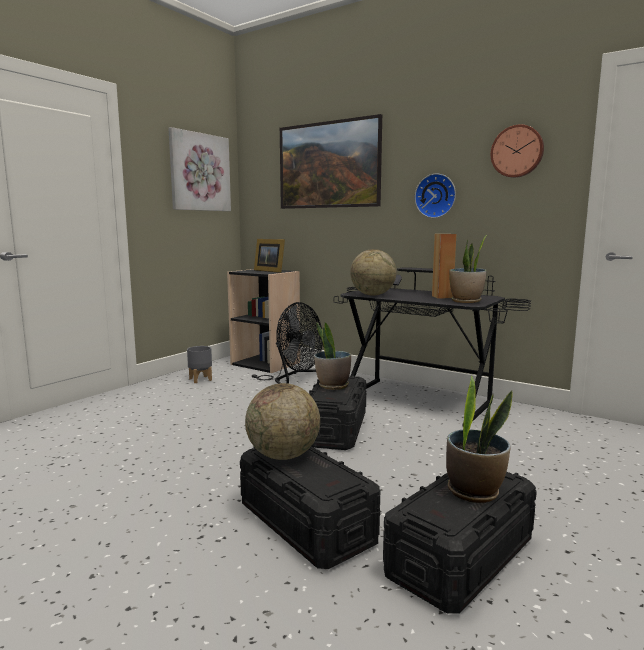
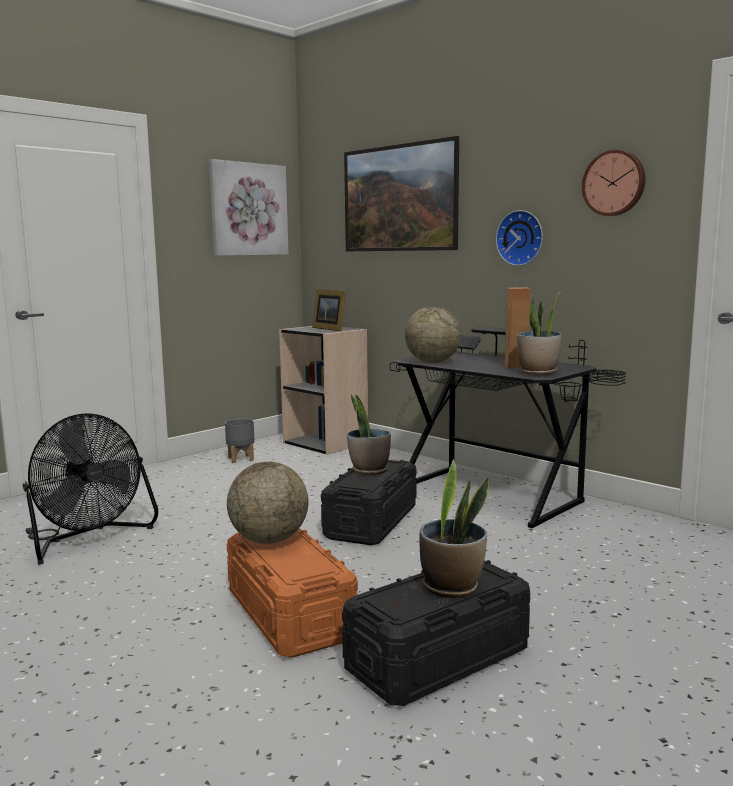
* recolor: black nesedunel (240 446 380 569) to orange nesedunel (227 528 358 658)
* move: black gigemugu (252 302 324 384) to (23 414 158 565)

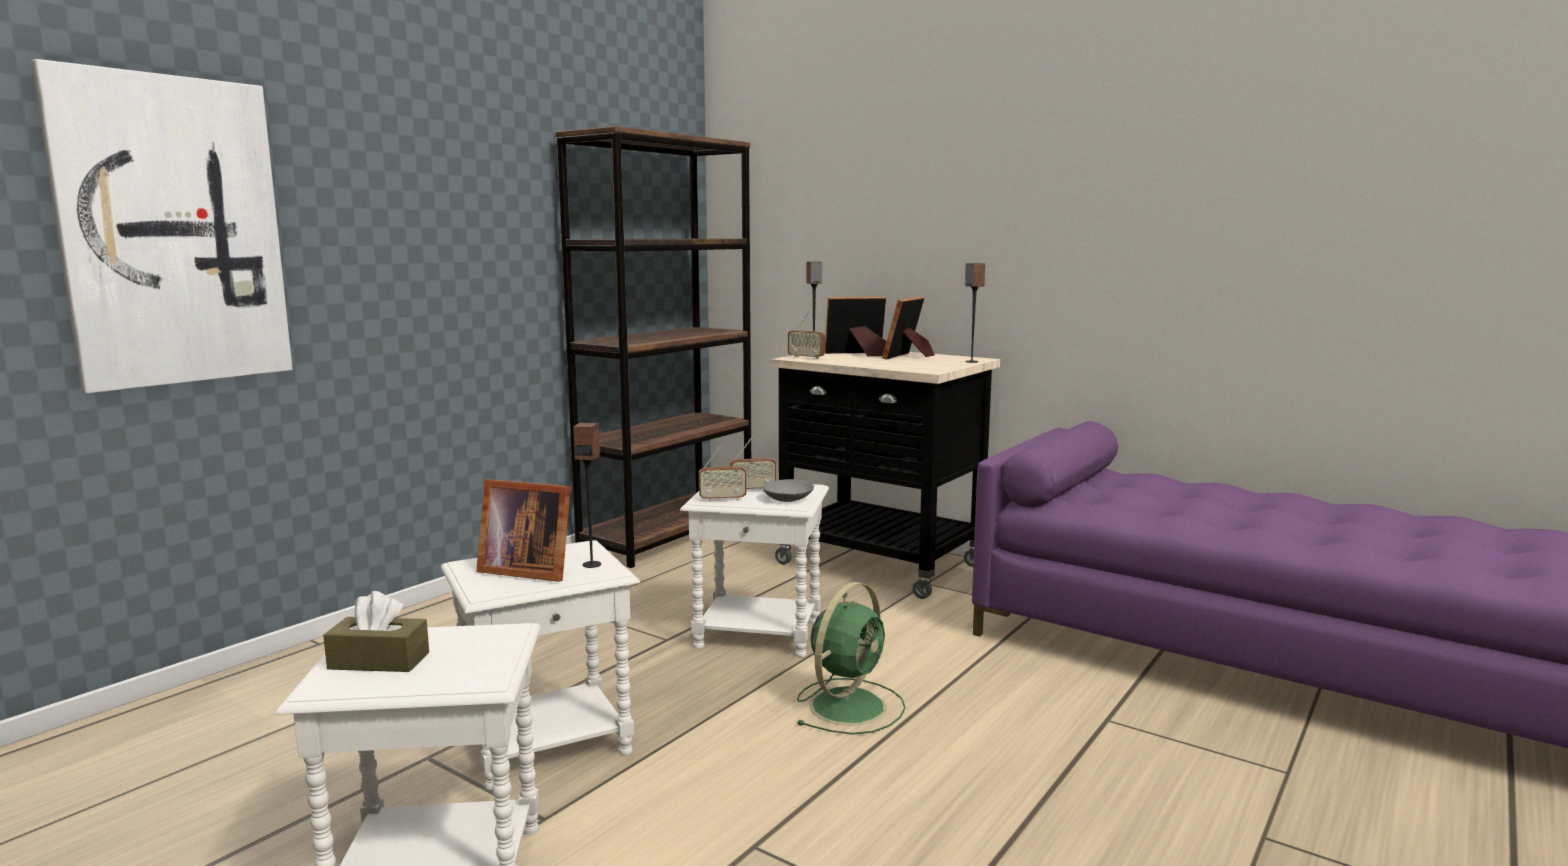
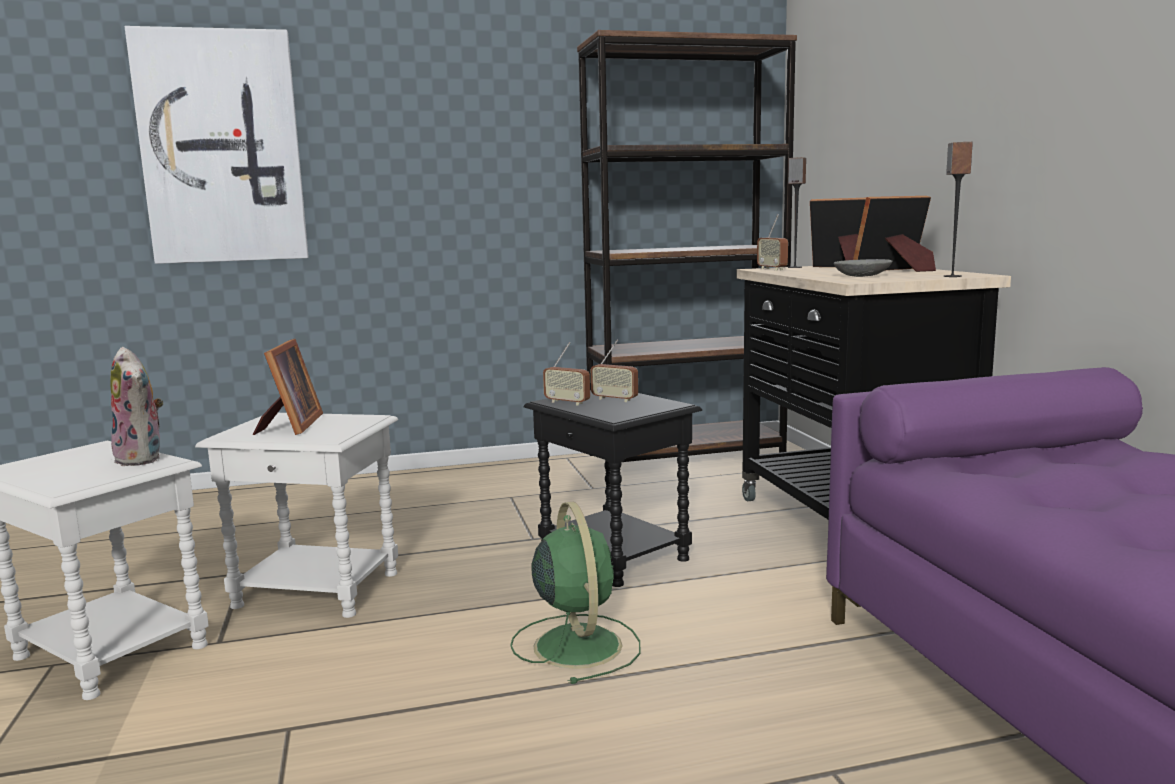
* delete: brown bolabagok (323 591 429 672)
* rotate: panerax (476 479 571 582) = (253 339 323 435) 150 degrees counterclockwise
* delete: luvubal (573 423 601 568)
* recolor: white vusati (680 484 829 657) to black vusati (524 390 702 587)
* move: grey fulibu (763 479 814 502) to (834 259 893 277)
* rotate: green gigemugu (796 582 906 735) = (510 502 640 684) 90 degrees counterclockwise
* insert: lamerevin (110 347 163 466)

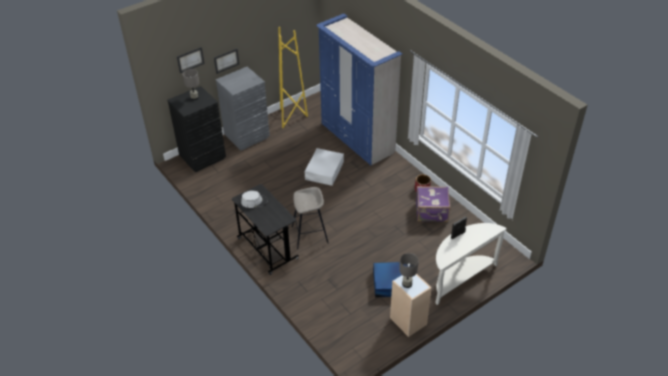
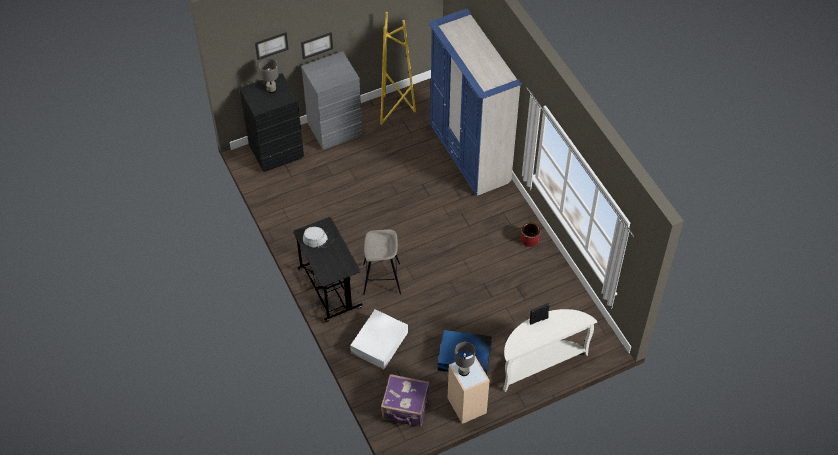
* move: white nesedunel (305 148 344 186) to (350 309 408 369)
* move: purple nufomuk (416 186 451 222) to (381 374 430 427)

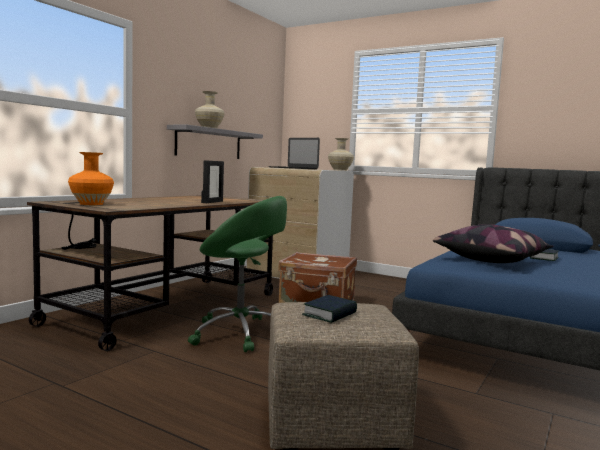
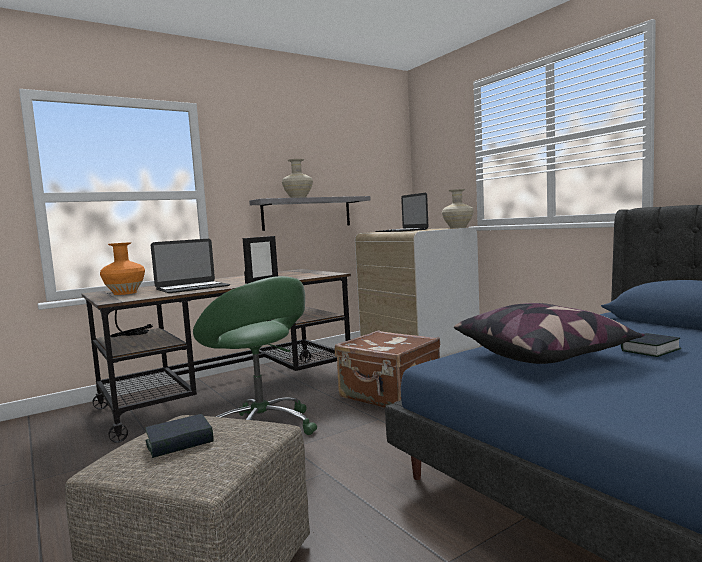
* insert: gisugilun (151 239 230 293)

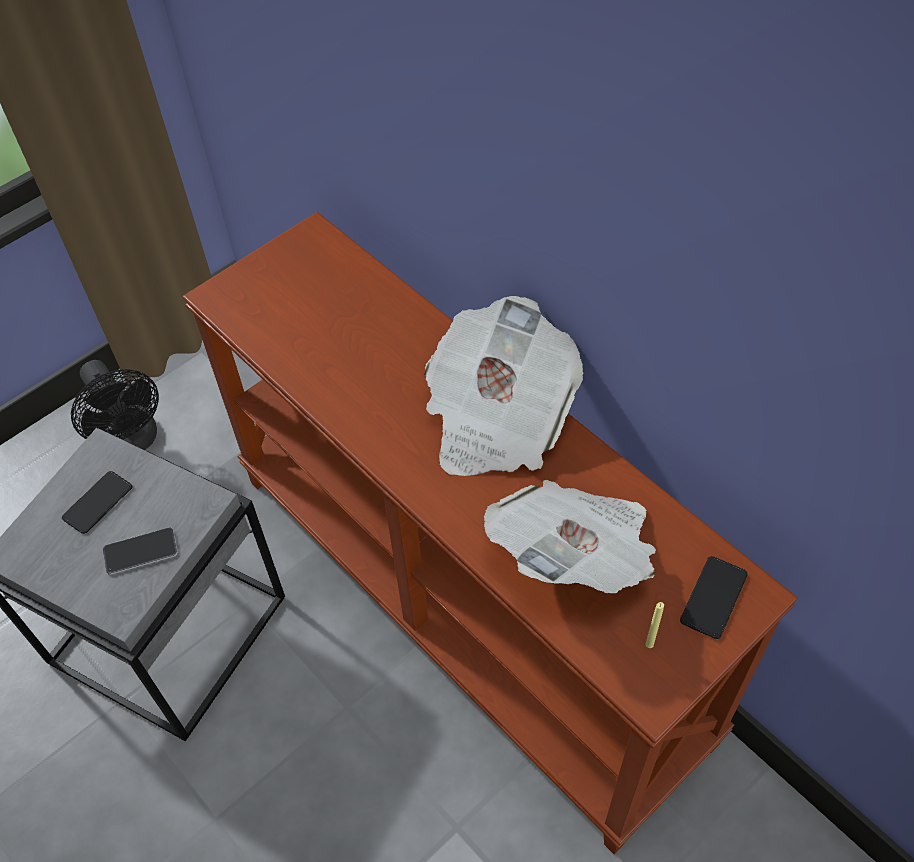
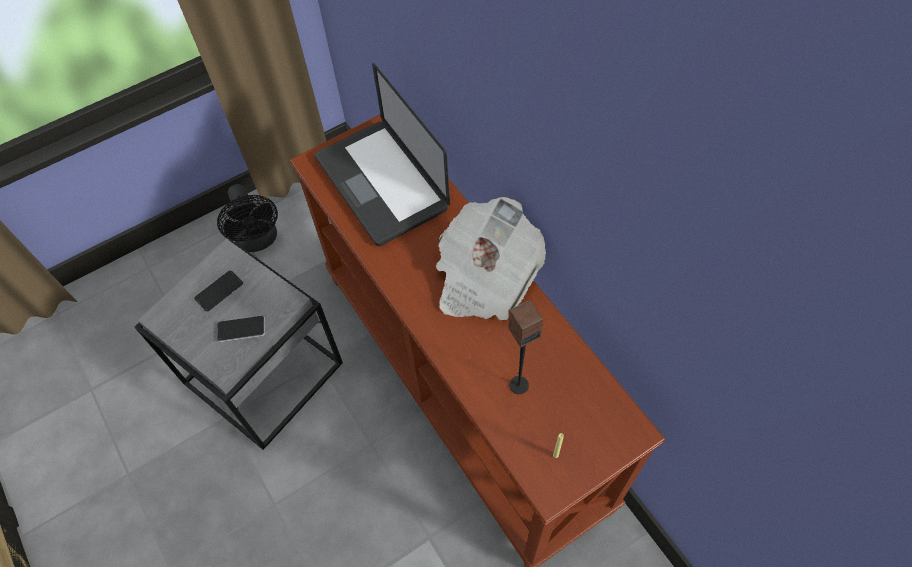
* replace: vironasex (484 480 656 593) to luvubal (509 300 543 394)
* delete: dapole (680 556 748 639)
* insert: gisugilun (315 63 450 246)

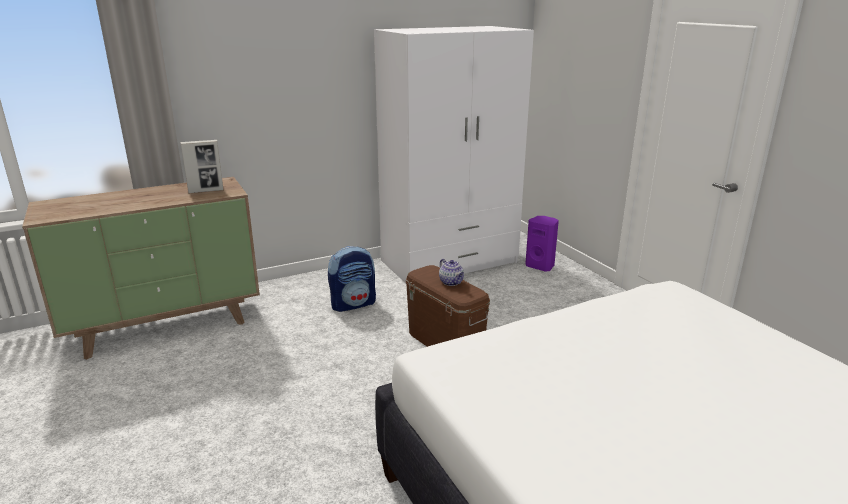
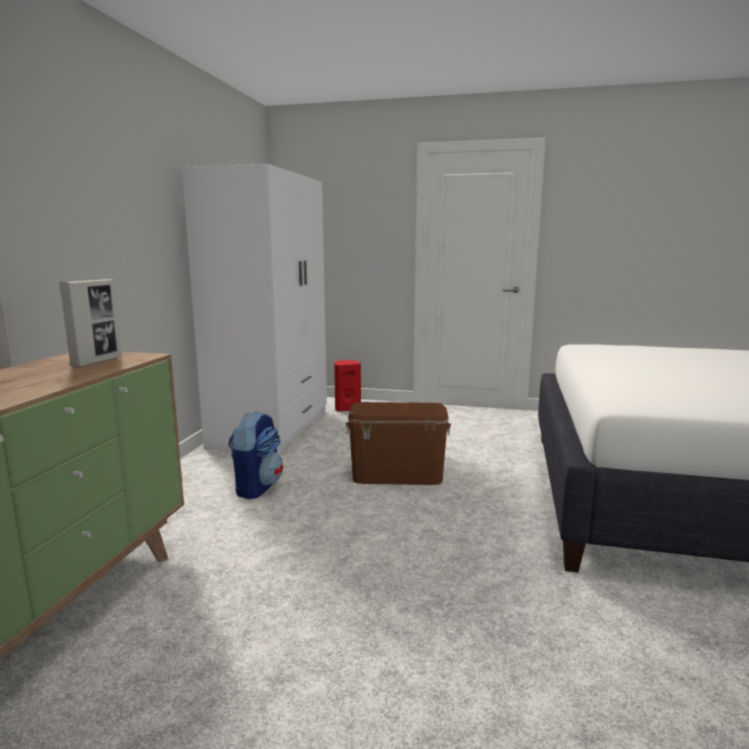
* delete: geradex (439 259 464 286)
* recolor: purple luvubal (525 216 559 272) to red luvubal (334 360 361 412)

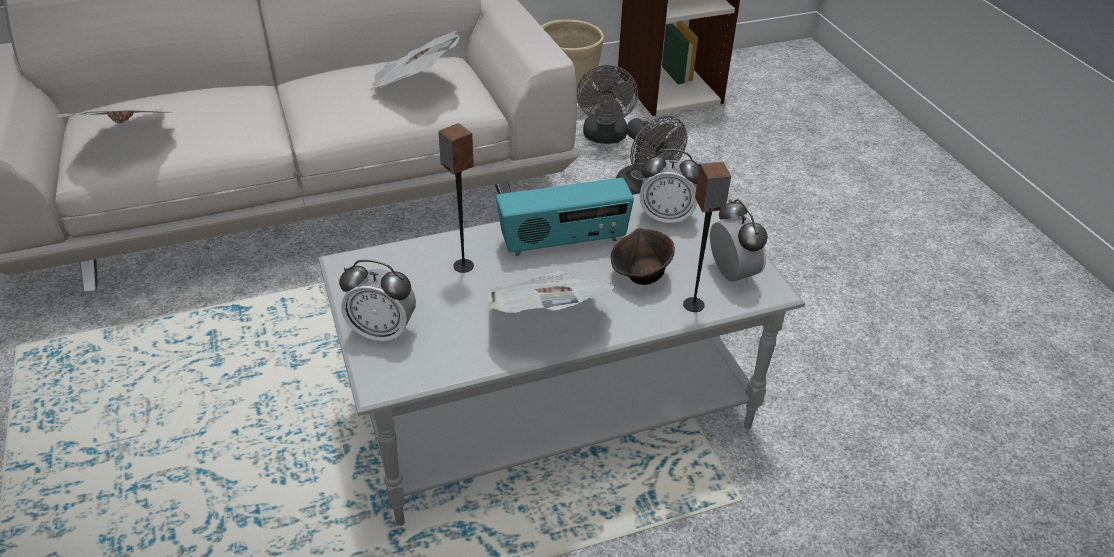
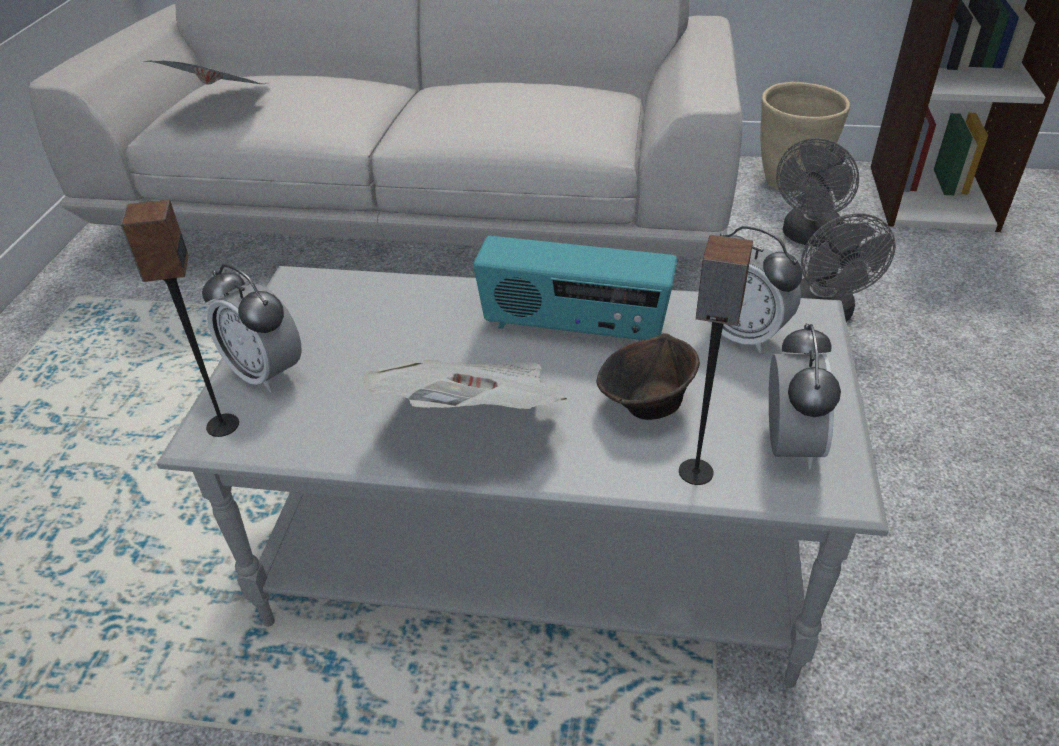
* delete: vironasex (370 31 460 91)
* move: luvubal (438 123 474 273) to (121 199 239 437)

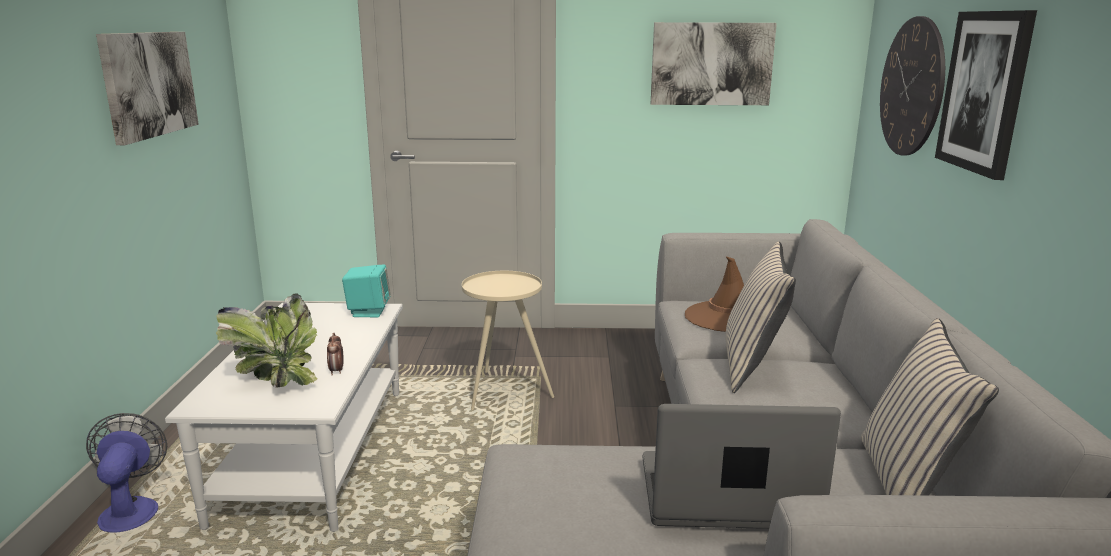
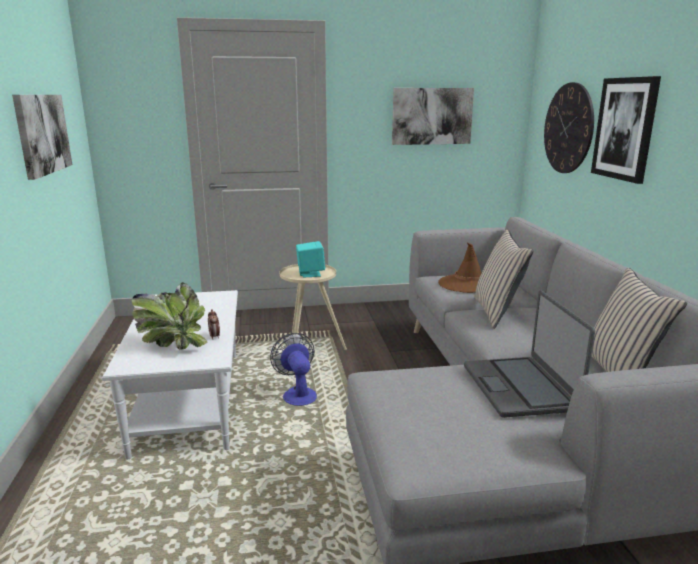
* move: gigemugu (86 413 167 533) to (270 333 317 406)
* move: turquoise luvubal (342 264 391 317) to (296 241 326 277)
* rotate: gisugilun (643 404 841 529) = (464 290 595 418) 90 degrees counterclockwise

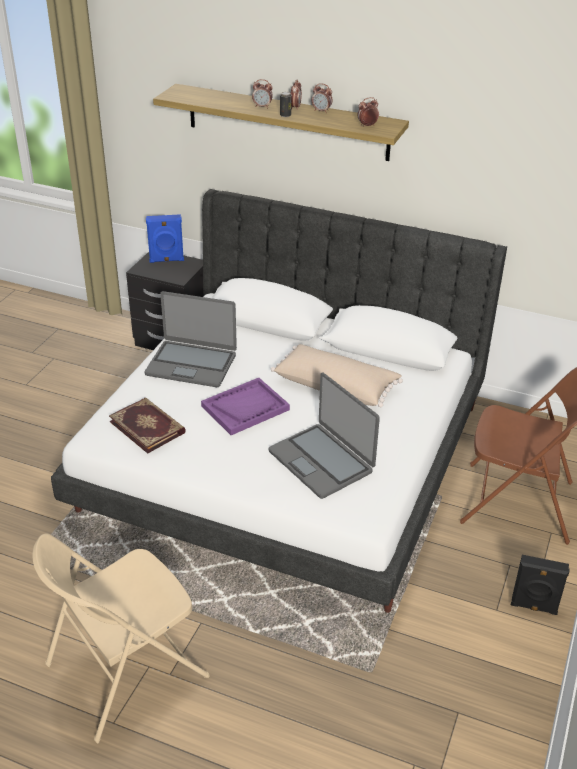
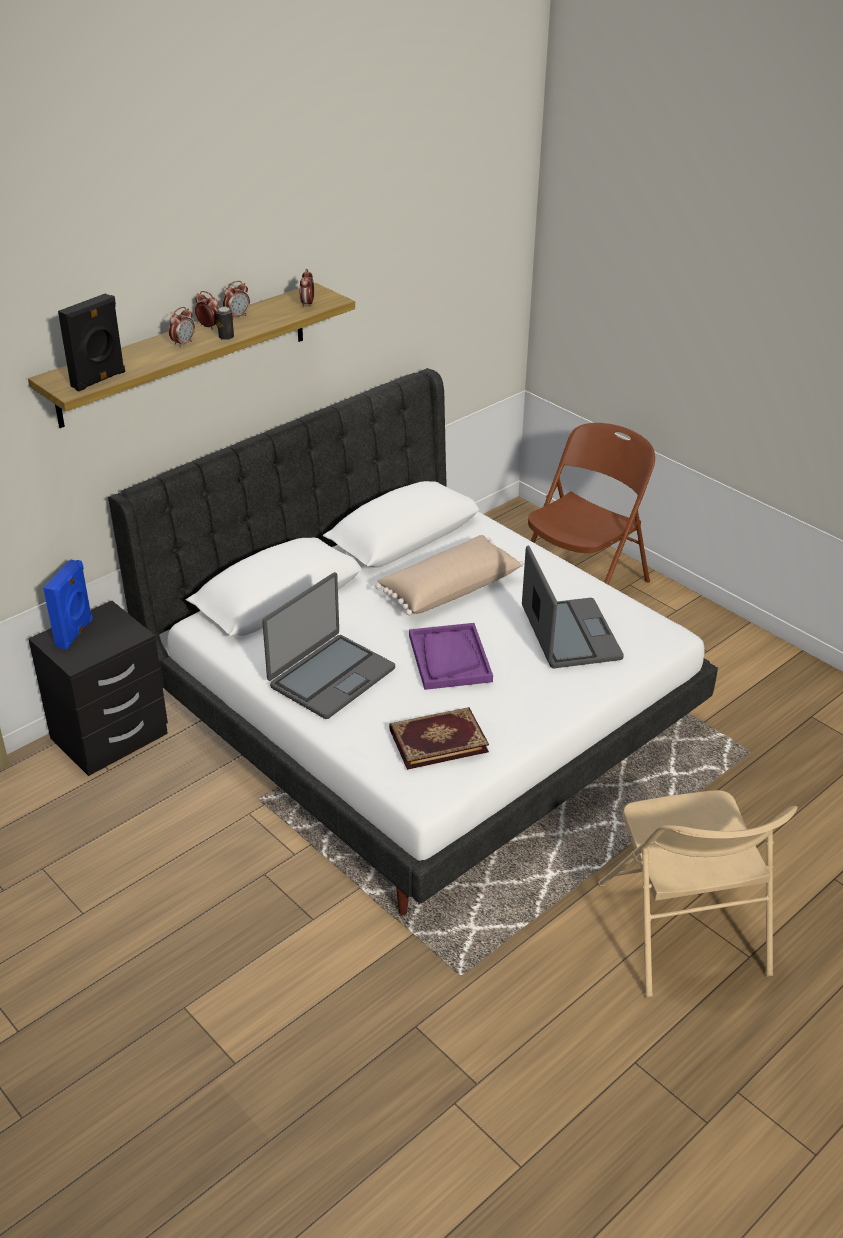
* rotate: gisugilun (269 373 380 499) = (522 545 624 668) 90 degrees counterclockwise
* move: black luvubal (511 555 569 615) to (58 293 125 391)

